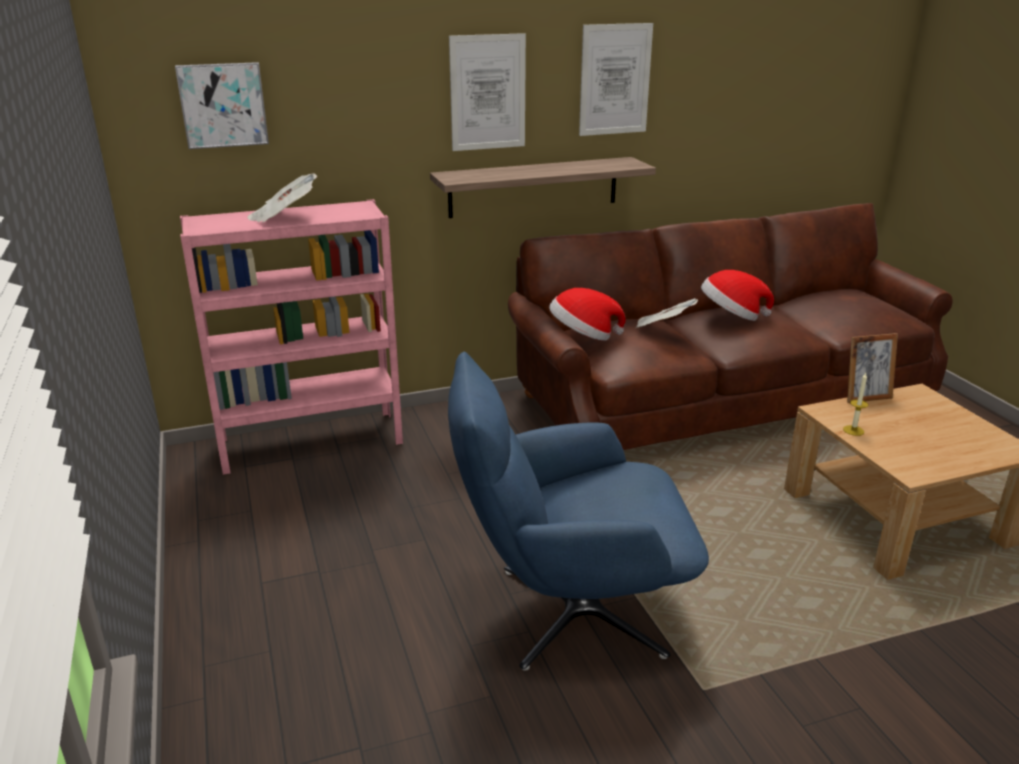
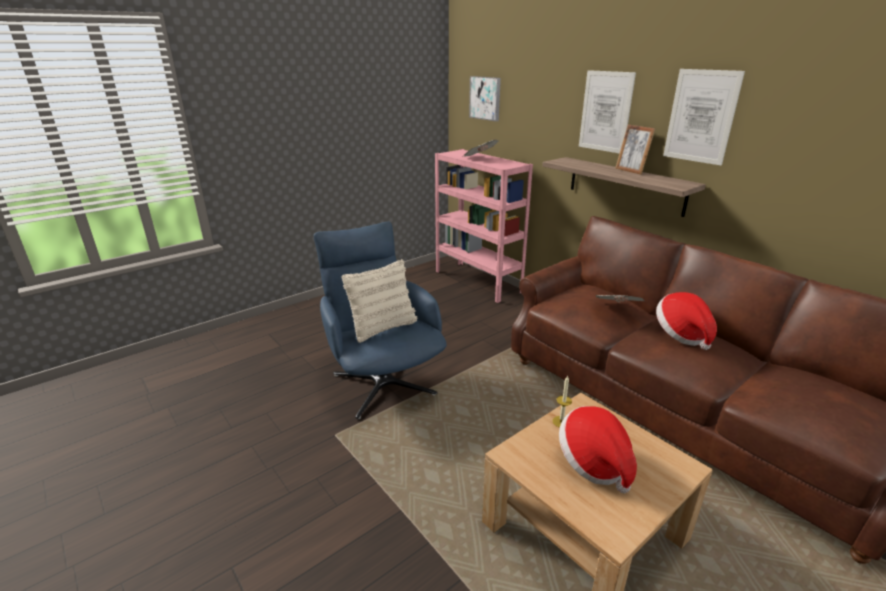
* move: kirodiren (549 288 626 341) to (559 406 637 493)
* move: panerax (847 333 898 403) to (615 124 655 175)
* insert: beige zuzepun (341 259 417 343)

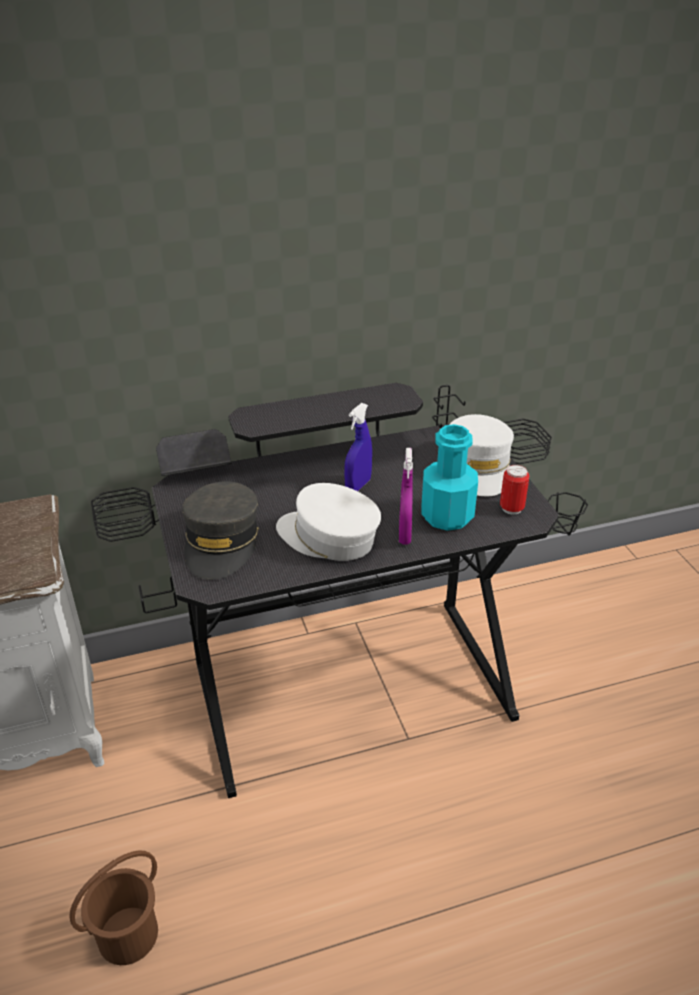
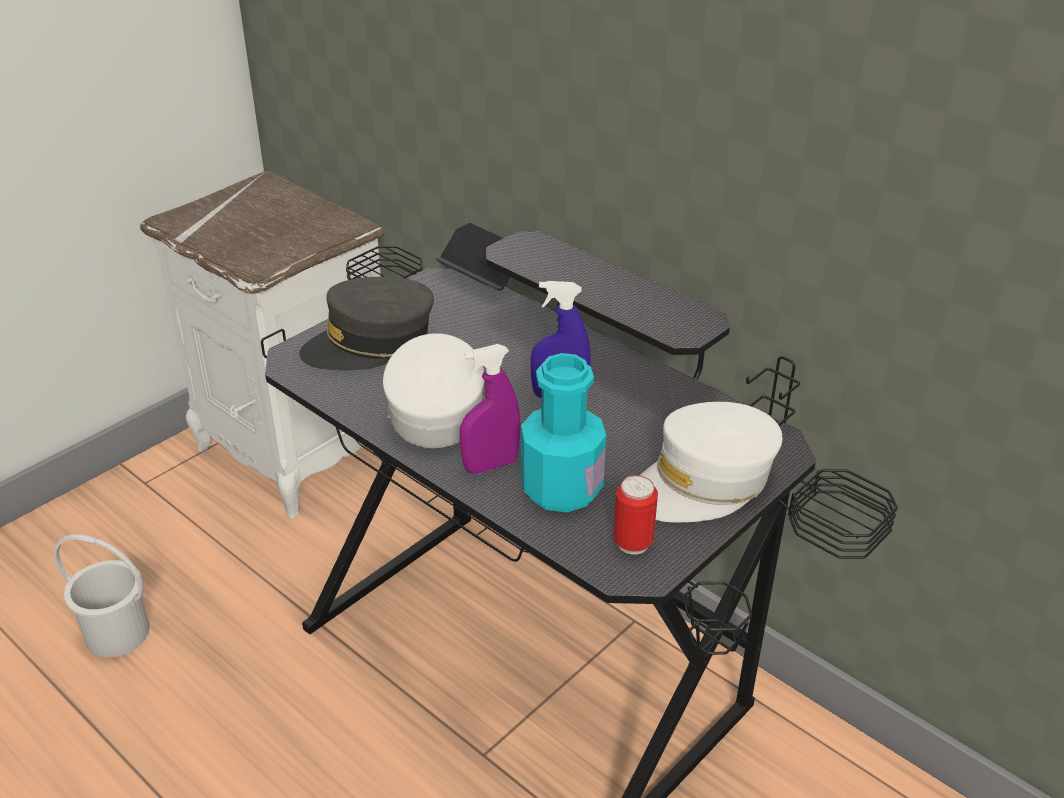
* recolor: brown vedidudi (69 851 158 965) to white vedidudi (53 534 150 657)

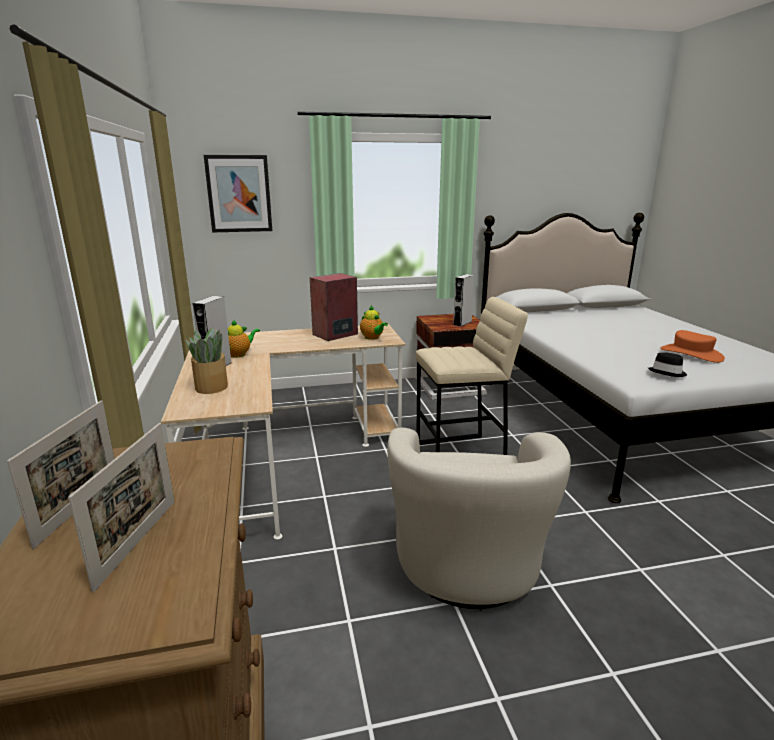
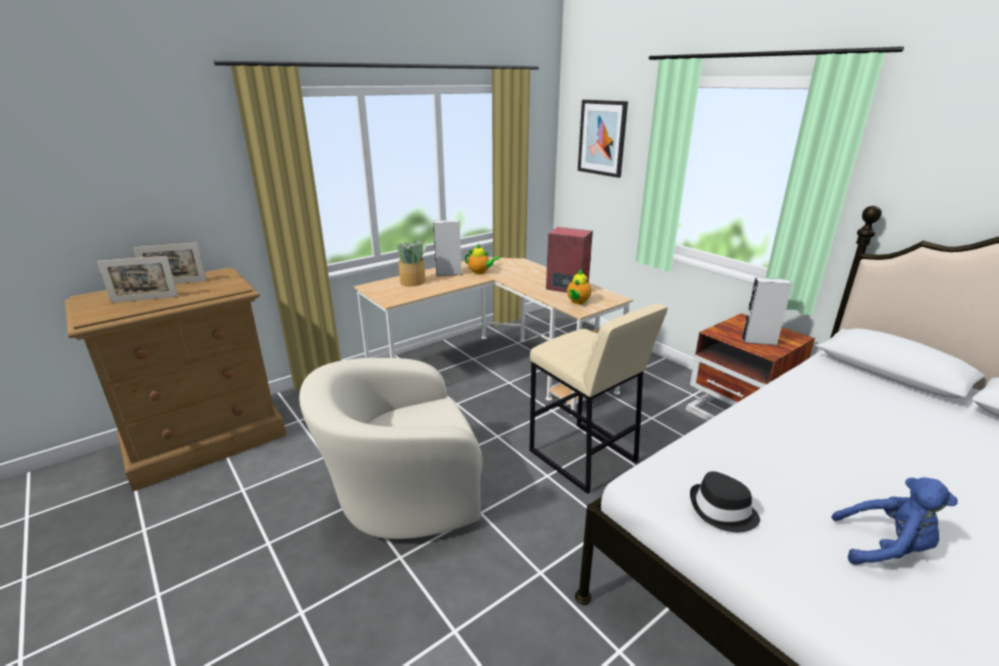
* replace: orange kirodiren (660 330 725 363) to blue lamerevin (831 478 958 565)

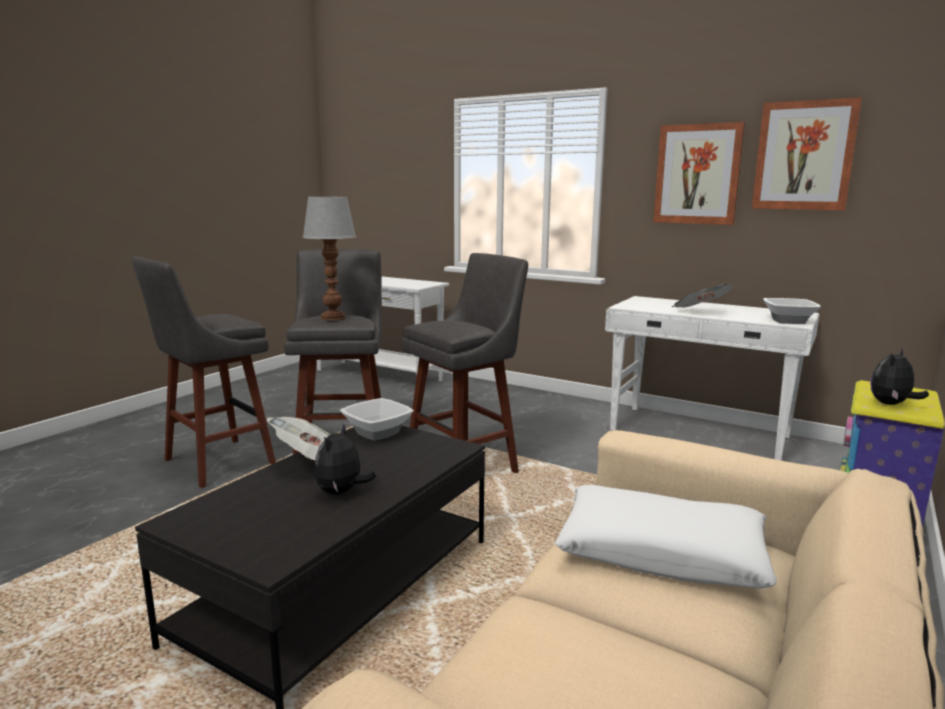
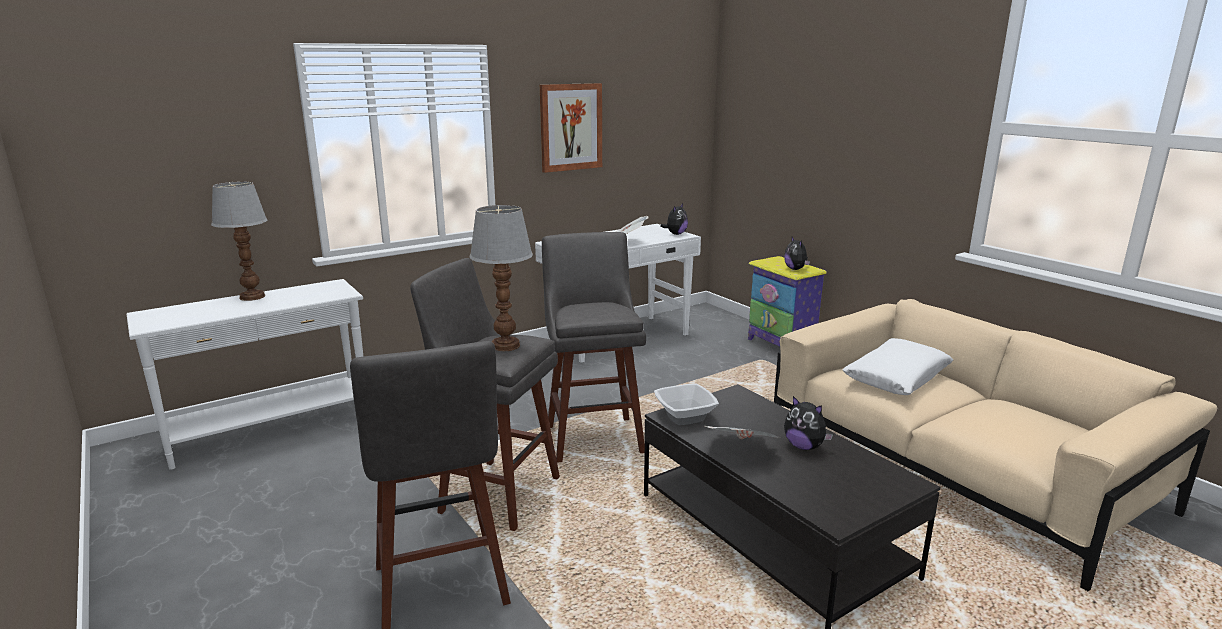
* delete: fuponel (752 97 862 210)
* replace: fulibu (763 298 821 324) to lamerevin (660 204 688 235)
* insert: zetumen (211 182 267 301)

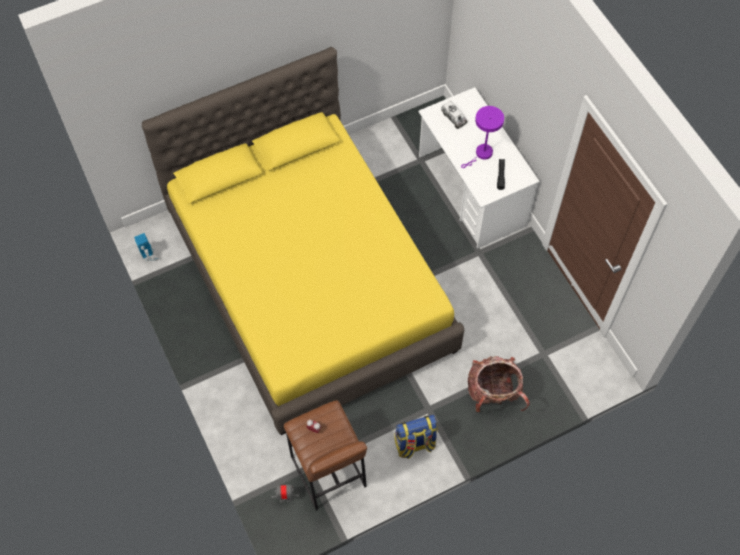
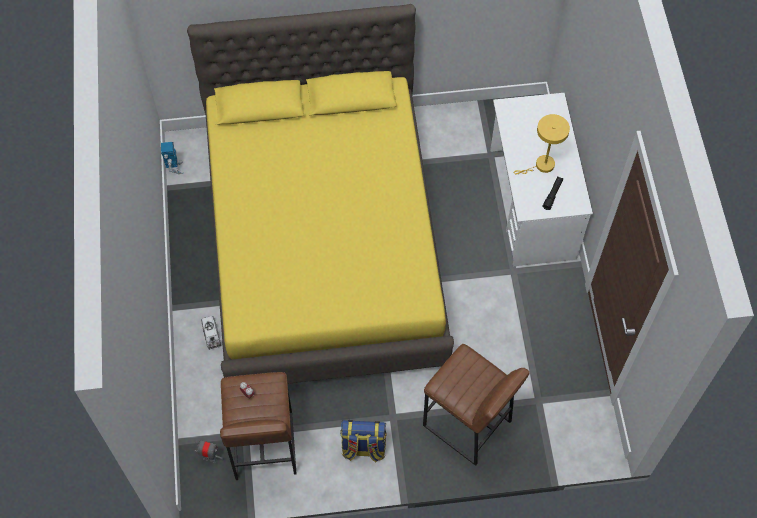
* move: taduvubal (441 101 467 129) to (201 316 221 350)
* recolor: purple zetumen (461 106 504 168) to yellow zetumen (514 114 570 175)
* replace: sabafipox (468 356 530 412) to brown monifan (423 344 530 466)

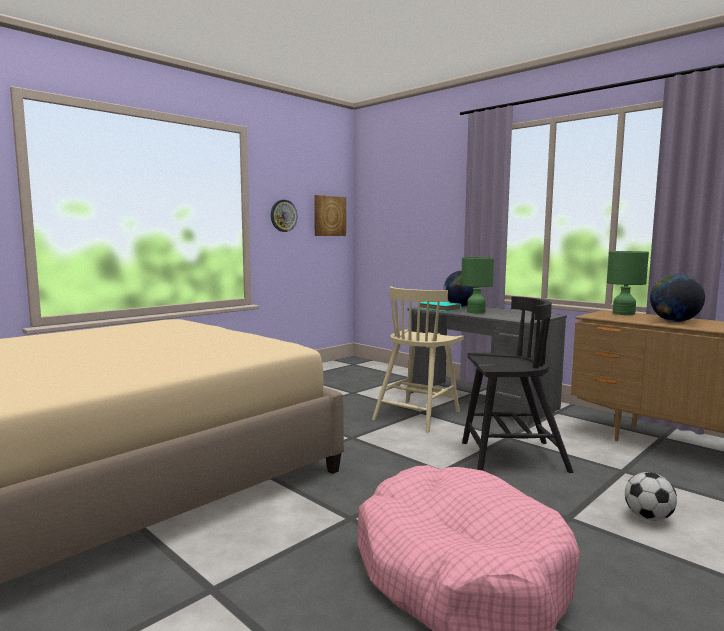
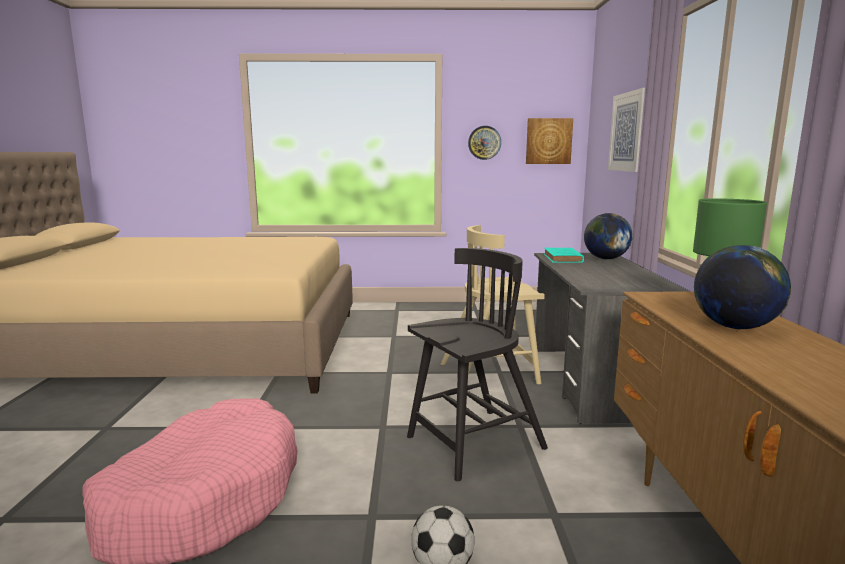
* delete: green zetumen (461 257 494 314)
* rotate: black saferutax (462 296 573 473) = (407 248 548 481) 75 degrees counterclockwise
* insert: fuponel (608 88 645 172)

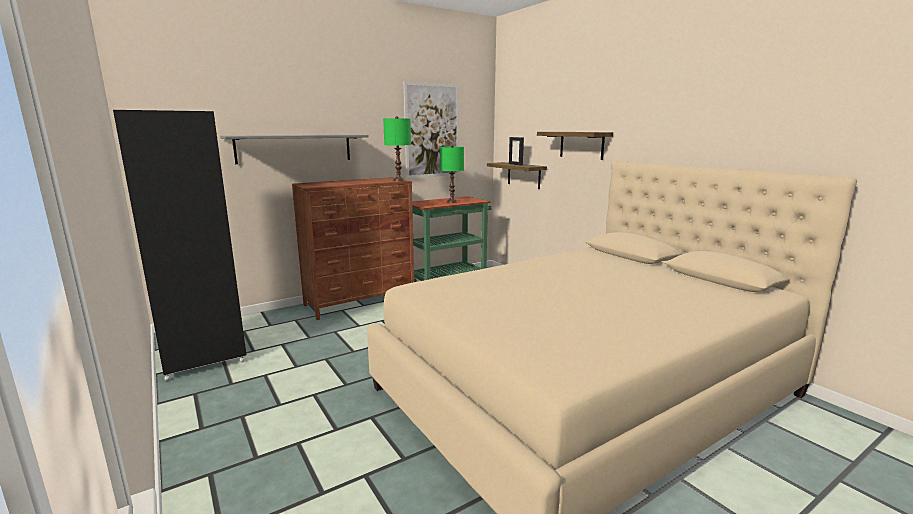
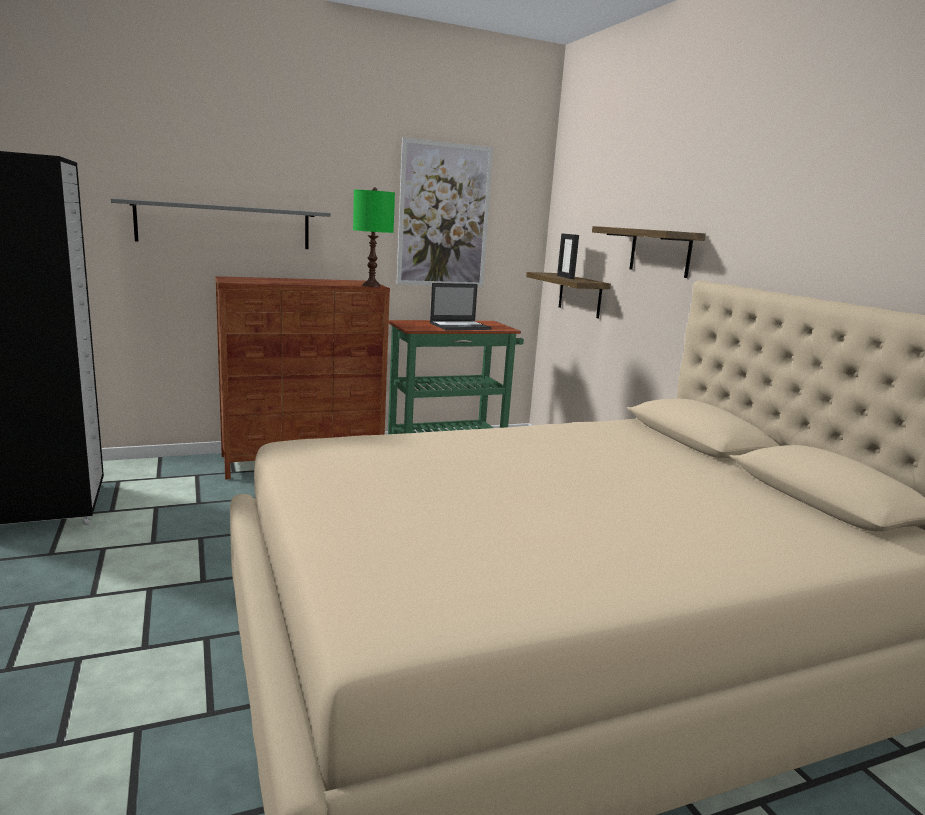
* replace: green zetumen (440 145 464 203) to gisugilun (430 283 492 330)

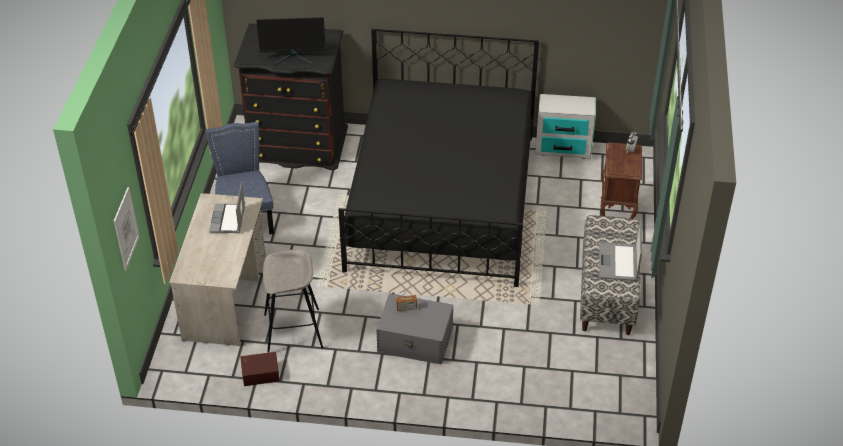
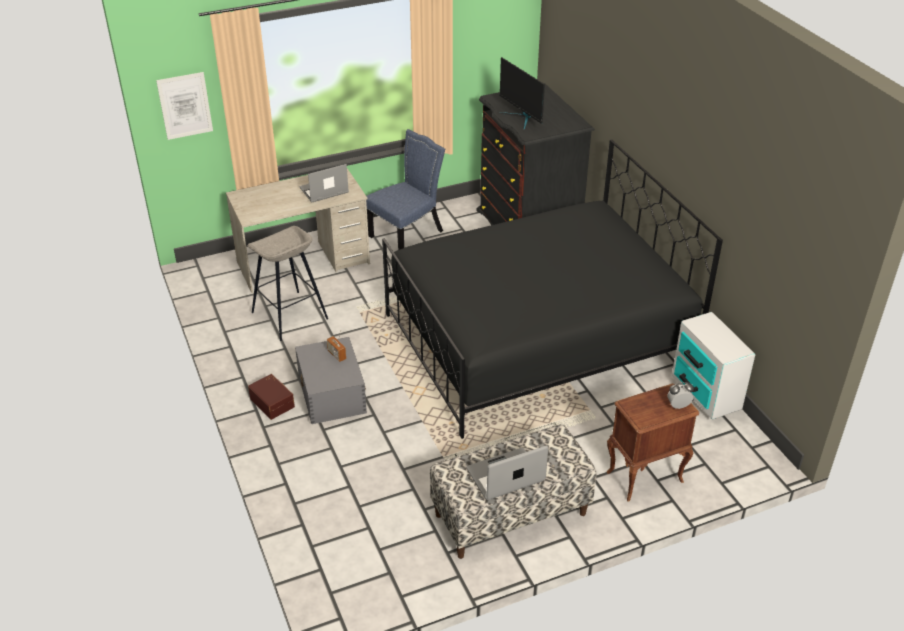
* move: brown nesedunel (240 352 280 386) to (248 374 295 420)

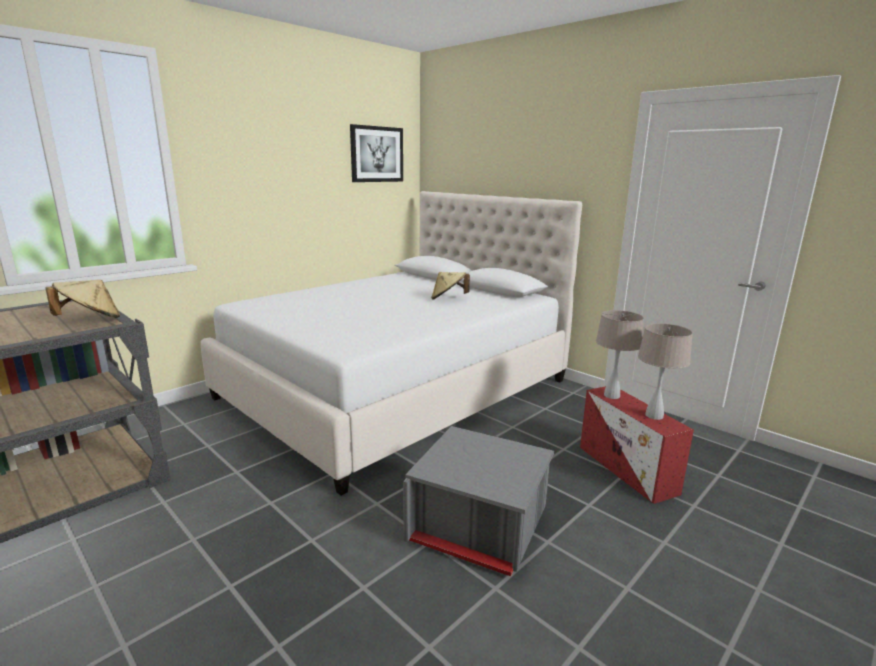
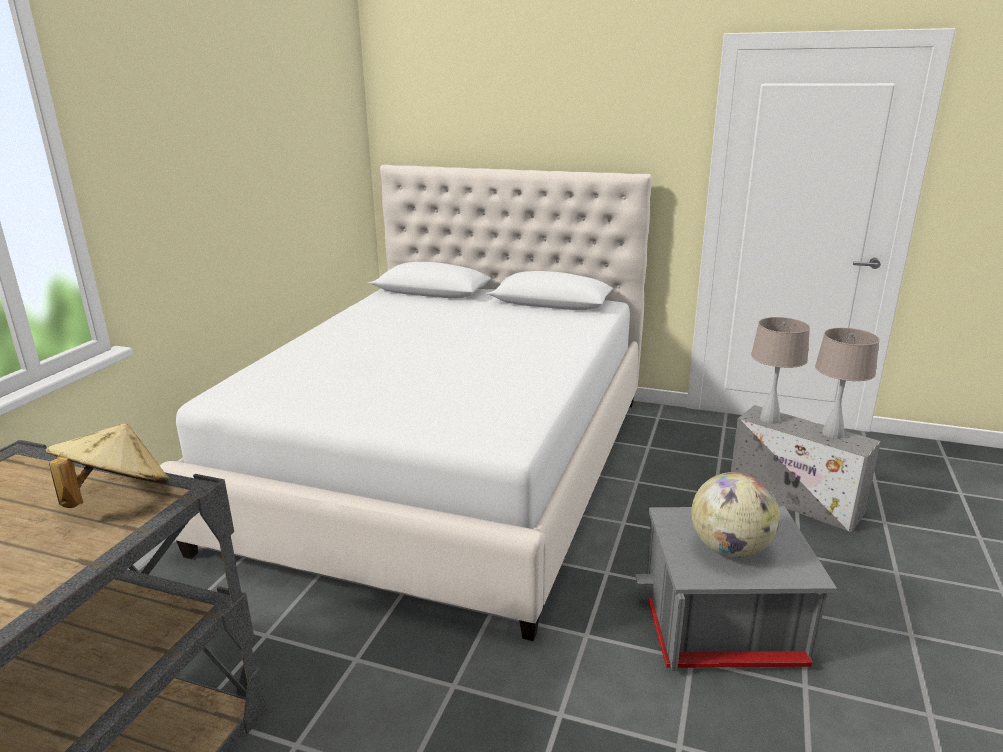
* delete: fuponel (350 124 403 182)
* delete: beige kirodiren (431 272 470 300)
* recolor: red nesedunel (580 386 694 504) to grey nesedunel (731 405 881 532)
* insert: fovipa (691 472 780 558)

